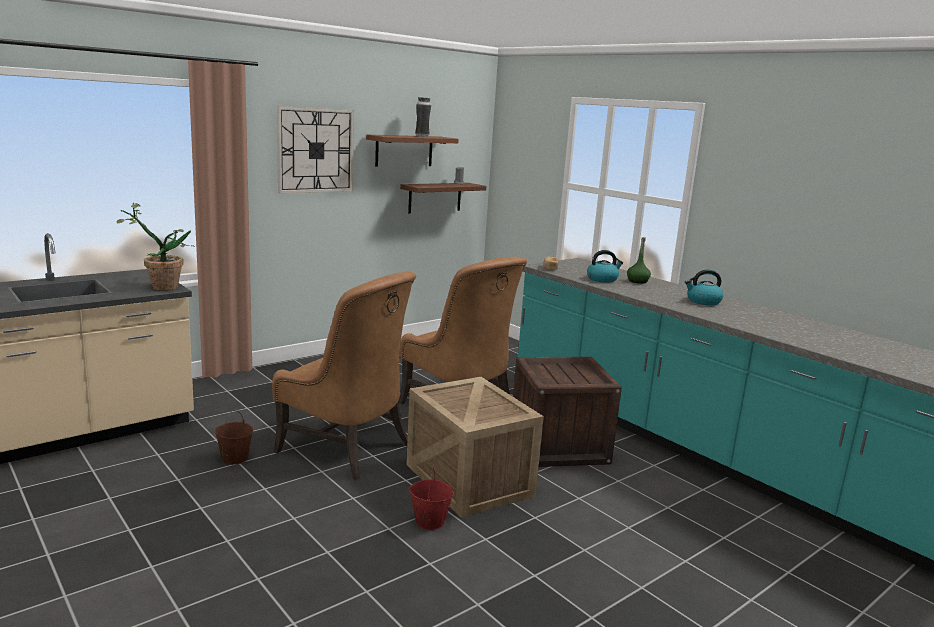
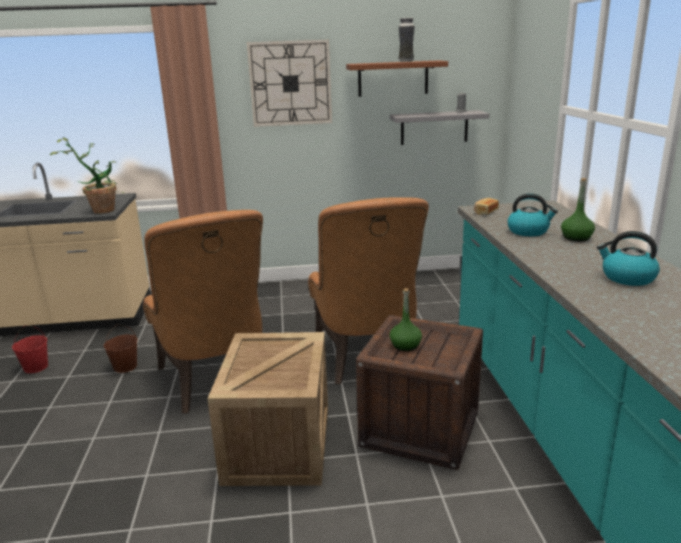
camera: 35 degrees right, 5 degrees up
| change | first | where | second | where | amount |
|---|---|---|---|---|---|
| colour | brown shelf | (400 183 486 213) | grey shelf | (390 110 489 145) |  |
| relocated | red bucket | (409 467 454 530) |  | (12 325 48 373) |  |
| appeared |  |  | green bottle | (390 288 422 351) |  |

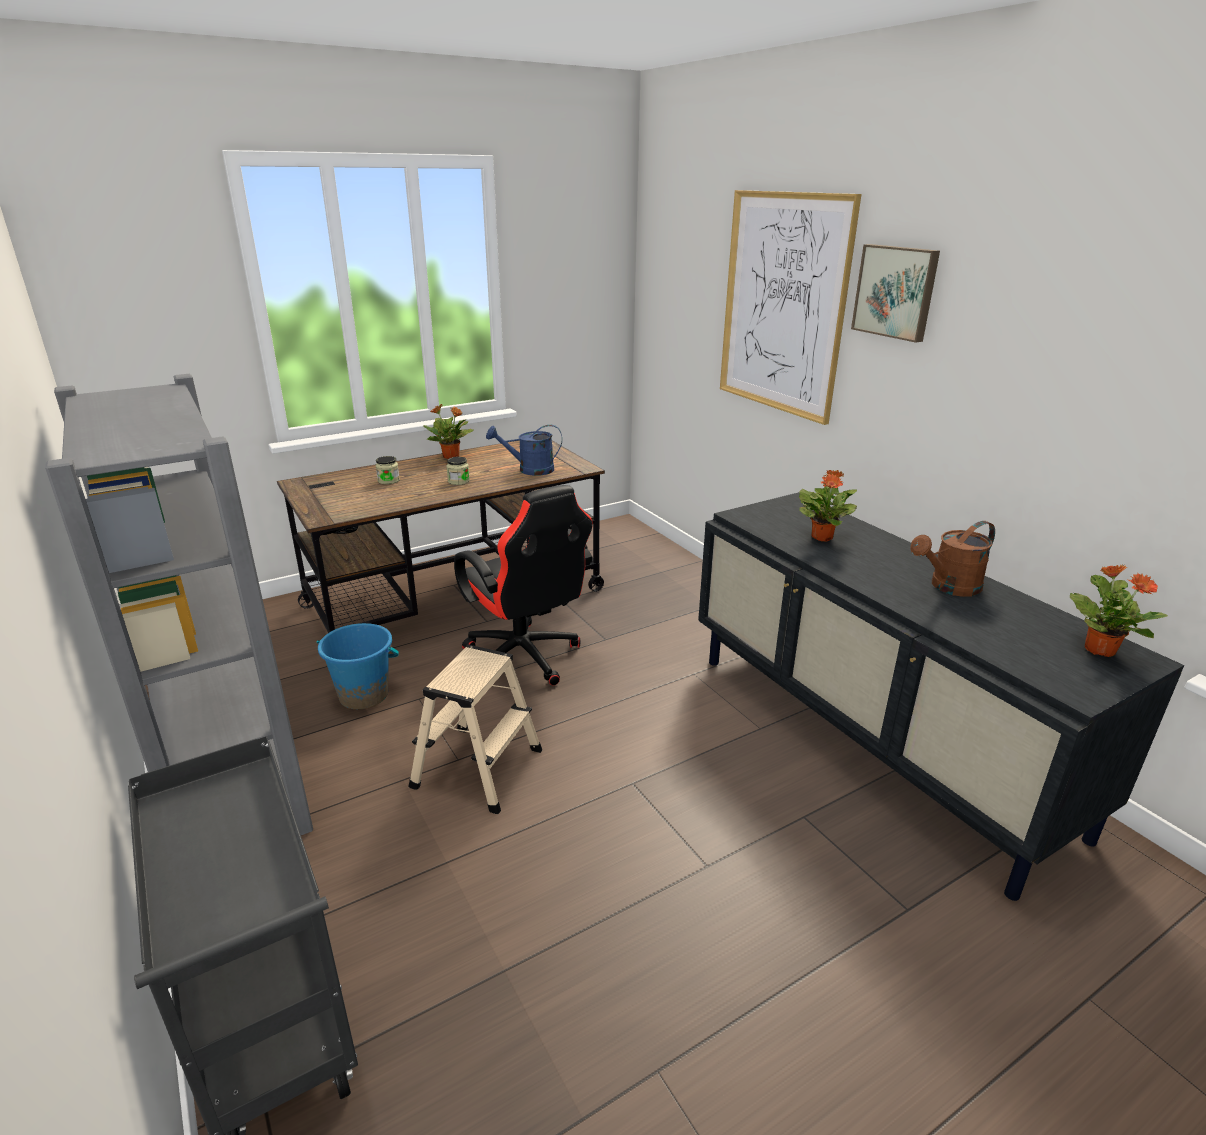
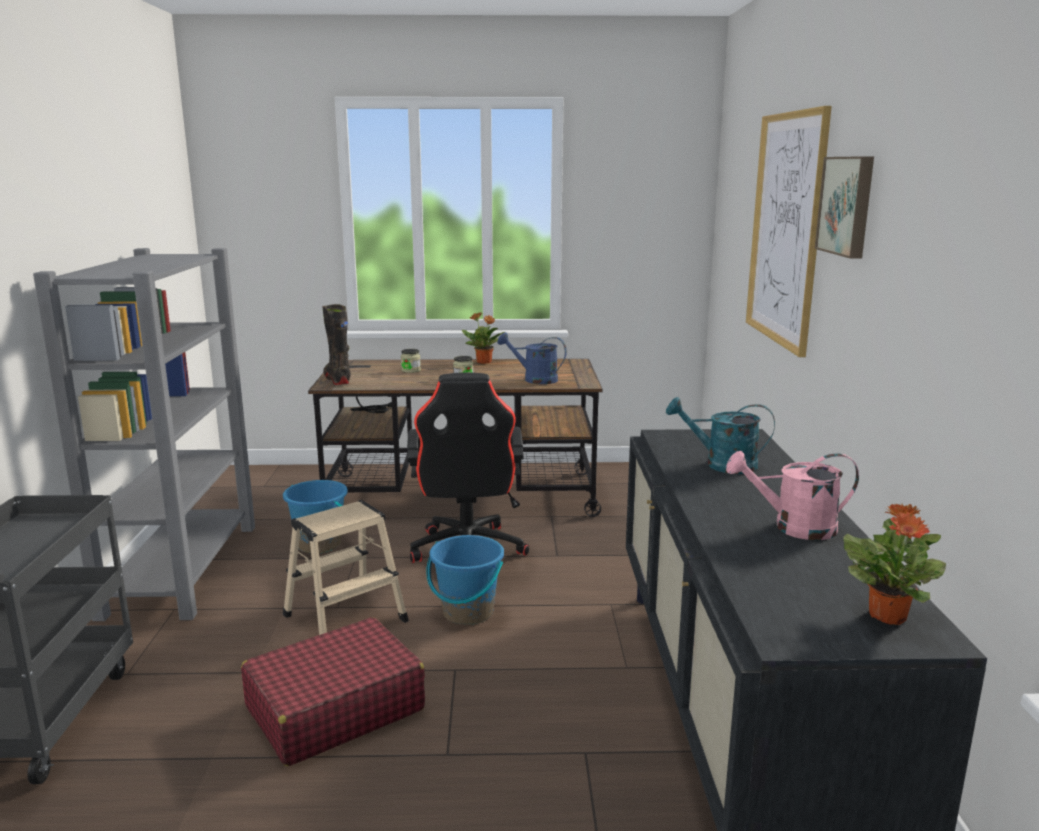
camera: 30 degrees right, 10 degrees down
| change | first | where | second | where | amount |
|---|---|---|---|---|---|
| exchanged | potted plant | (799 470 857 542) | turquoise watering can | (666 397 775 474) |  |
| colour | brown watering can | (910 521 995 597) | pink watering can | (726 451 859 540) |  |
| appeared |  |  | red suitcase | (241 617 425 766) |  |
| appeared |  |  | black boot | (322 304 351 385) |  |
| appeared |  |  | blue bucket | (426 535 504 625) |  |

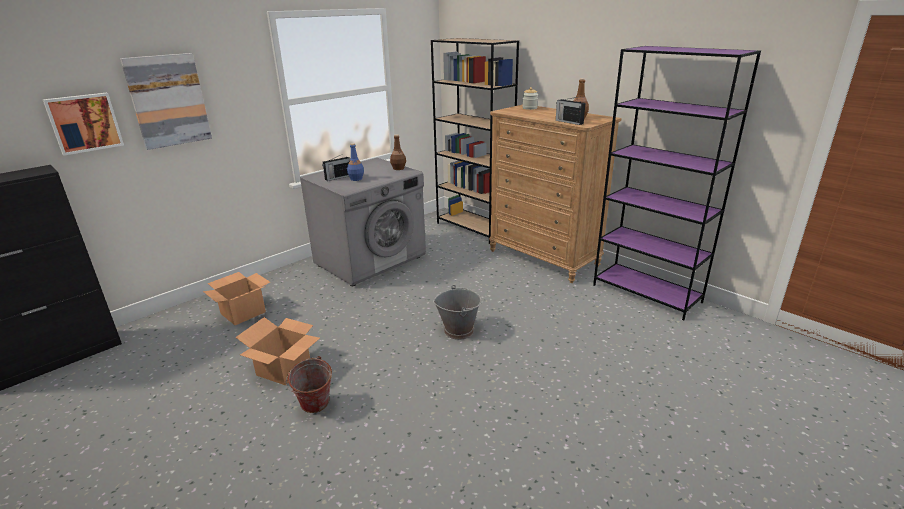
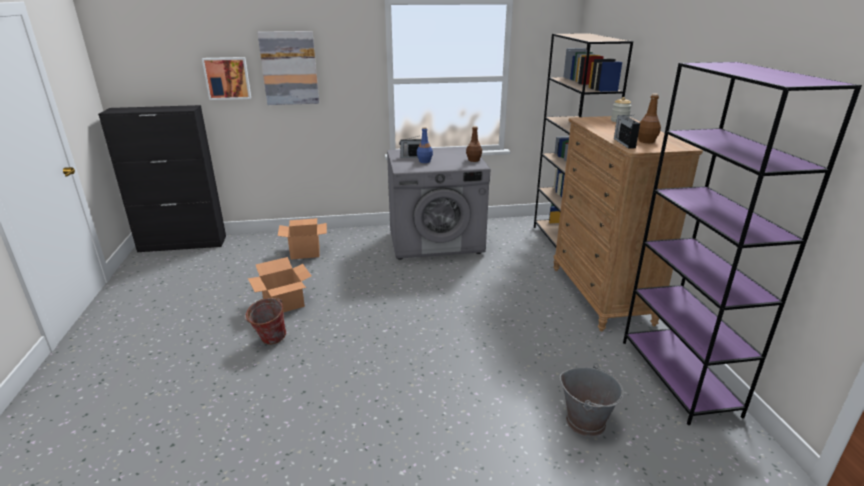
camera: 35 degrees right, 0 degrees up
| change | first | where | second | where | amount |
|---|---|---|---|---|---|
| relocated | grey bucket | (433 285 482 340) |  | (560 363 624 437) |  |

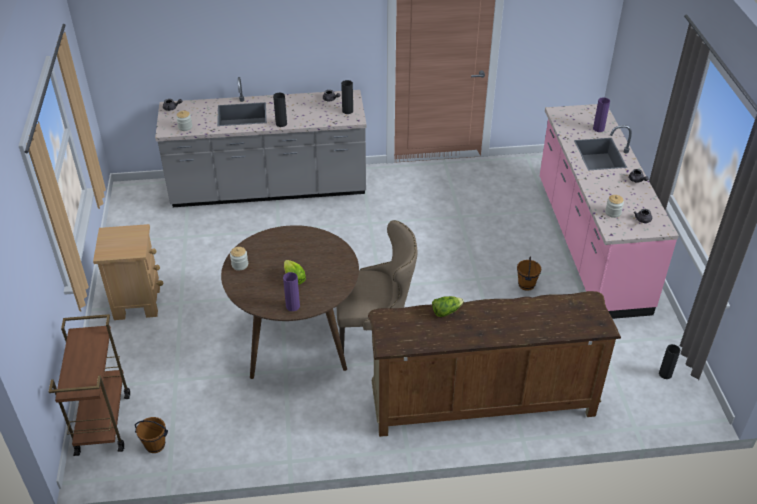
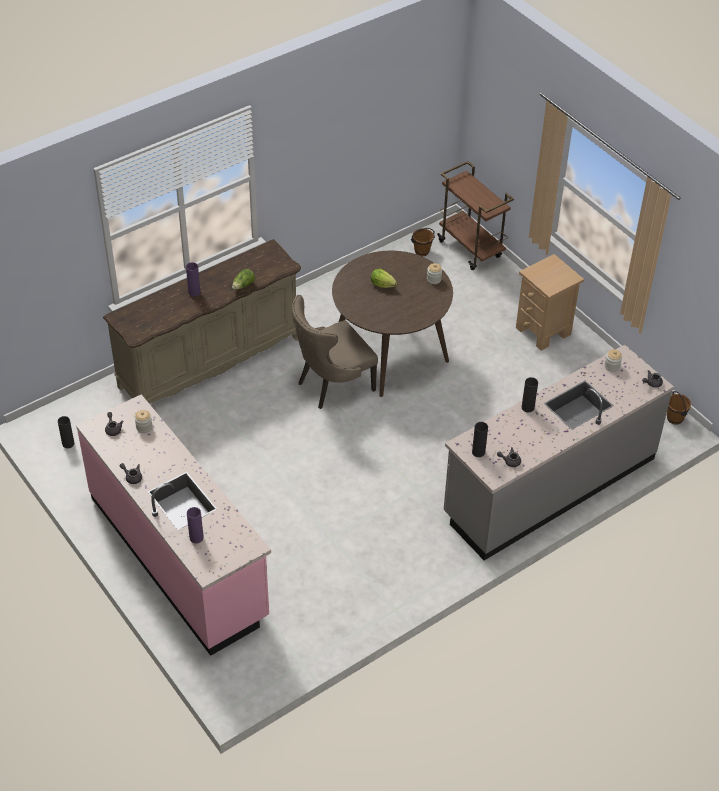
camera: 150 degrees right, 5 degrees up
| change | first | where | second | where | amount |
|---|---|---|---|---|---|
| relocated | purple vase | (283 272 300 311) |  | (186 262 200 296) |  |
| relocated | brown bucket | (517 256 541 291) |  | (667 391 691 425) |  |

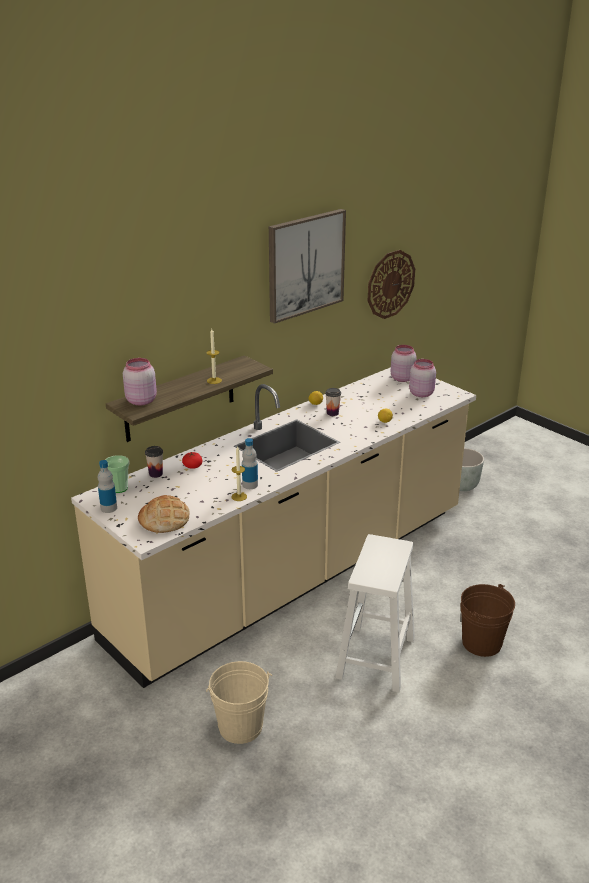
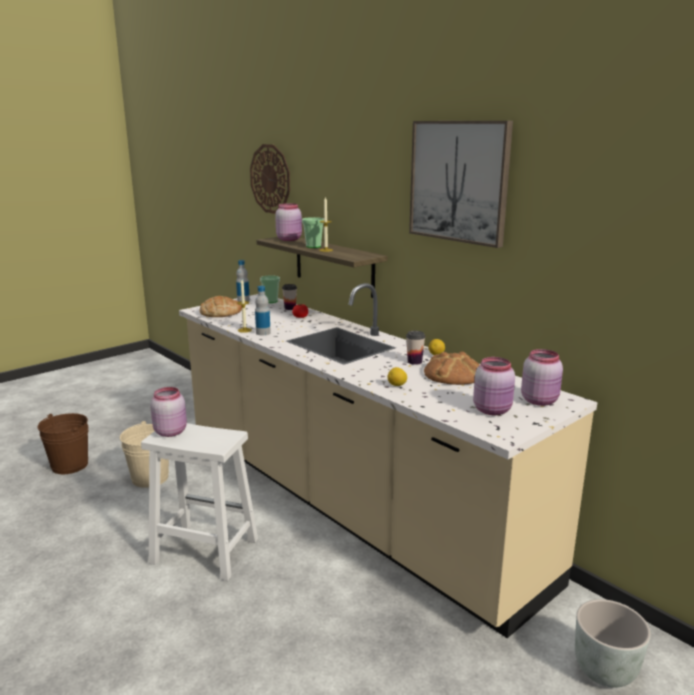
camera: 90 degrees right, 10 degrees down
| change | first | where | second | where | amount |
|---|---|---|---|---|---|
| relocated | wall clock | (368 250 415 319) |  | (250 144 290 214) |  |
| relocated | brown bucket | (461 584 515 657) |  | (37 413 88 474) |  |
| appeared |  |  | pink jar | (150 387 187 437) |  |
| appeared |  |  | cup | (302 217 324 248) |  |
| appeared |  |  | bread | (424 351 479 385) |  |

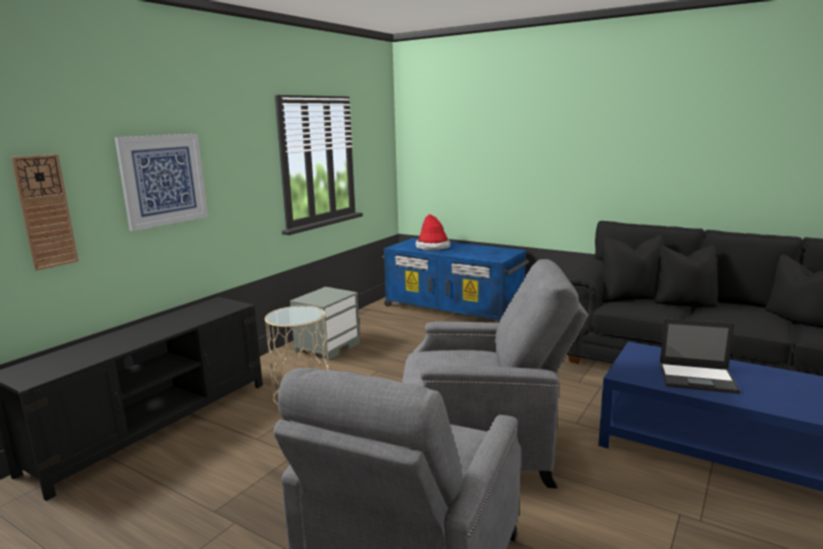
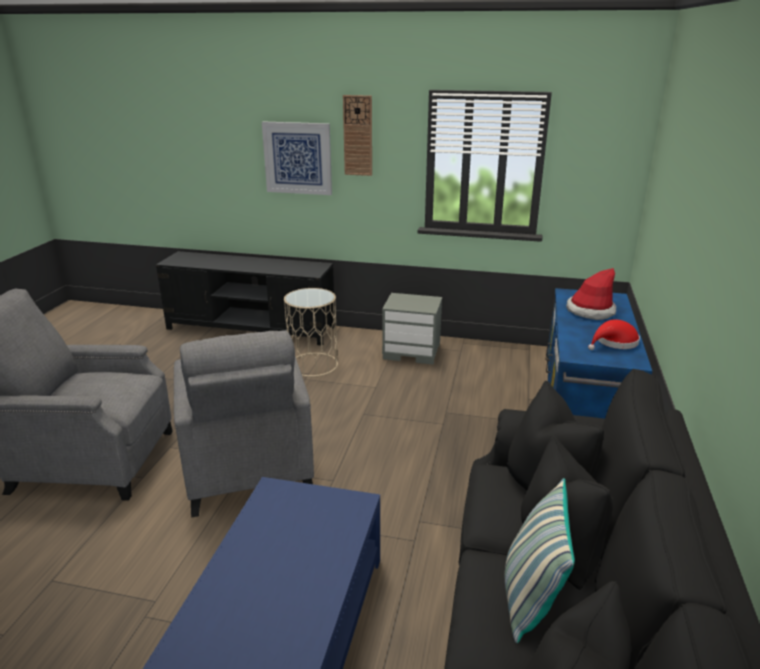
camera: 70 degrees right, 10 degrees up
| change | first | where | second | where | amount |
|---|---|---|---|---|---|
| relocated | wall clock | (11 154 78 271) |  | (343 95 372 176) |  |
| missing | laptop | (659 319 740 394) |  |  |  |
| appeared |  |  | pillow | (505 478 575 643) |  |
| appeared |  |  | red hat | (588 319 640 350) |  |

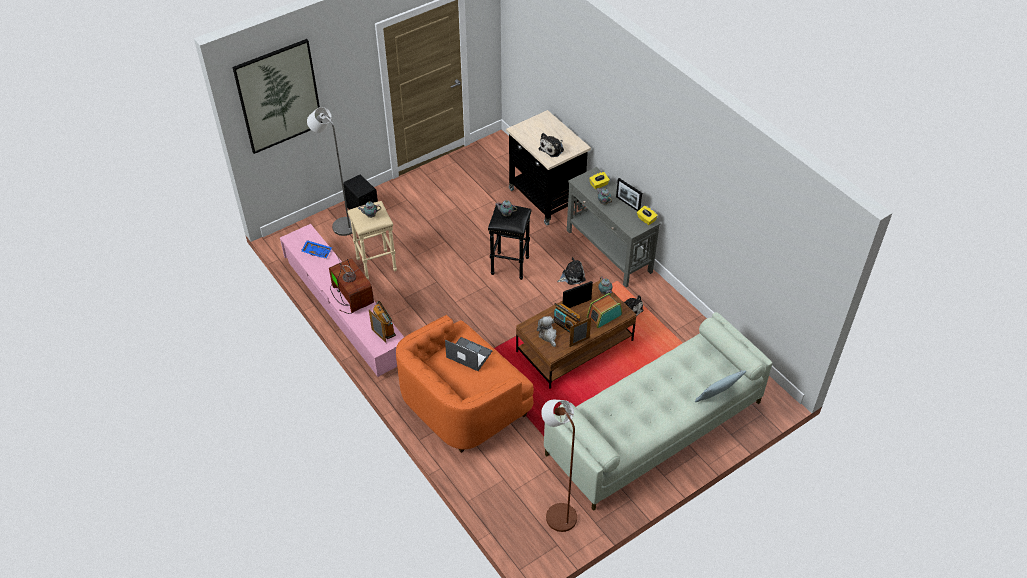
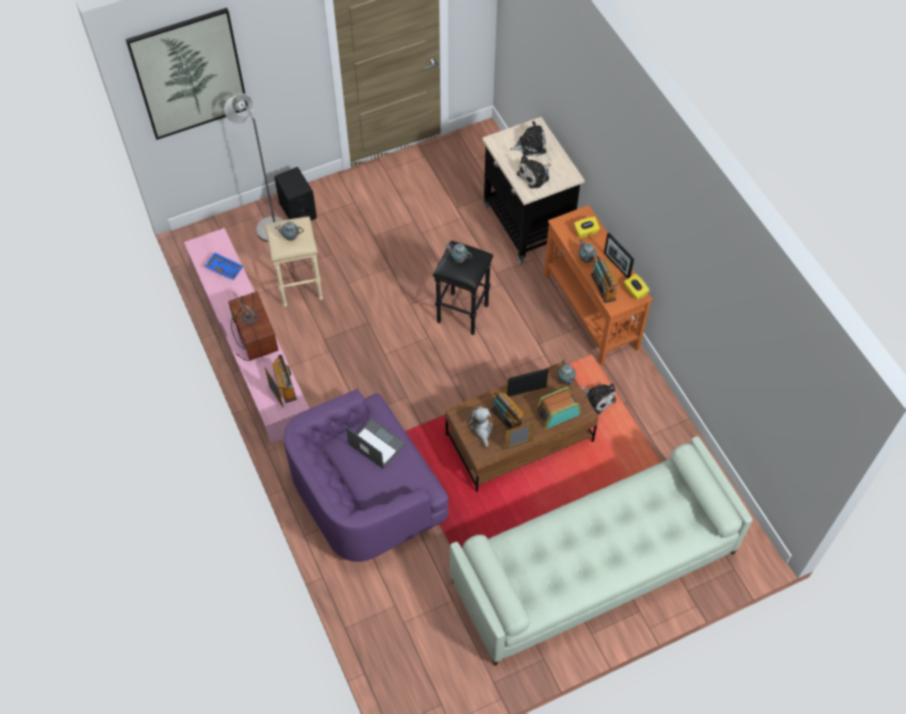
camera: 10 degrees right, 10 degrees up
| change | first | where | second | where | amount |
|---|---|---|---|---|---|
| colour | orange armchair | (396 315 534 453) | purple armchair | (284 389 448 562) |  |
| missing | brown floor lamp | (541 400 577 532) |  |  |  |
| relocated | plush toy | (557 257 586 285) |  | (510 121 546 156) |  |
| colour | grey console table | (567 167 661 287) | orange console table | (544 205 653 365) |  |
| missing | blue pillow | (695 370 746 402) |  |  |  |
| appeared |  |  | radio | (591 256 618 303) |  |

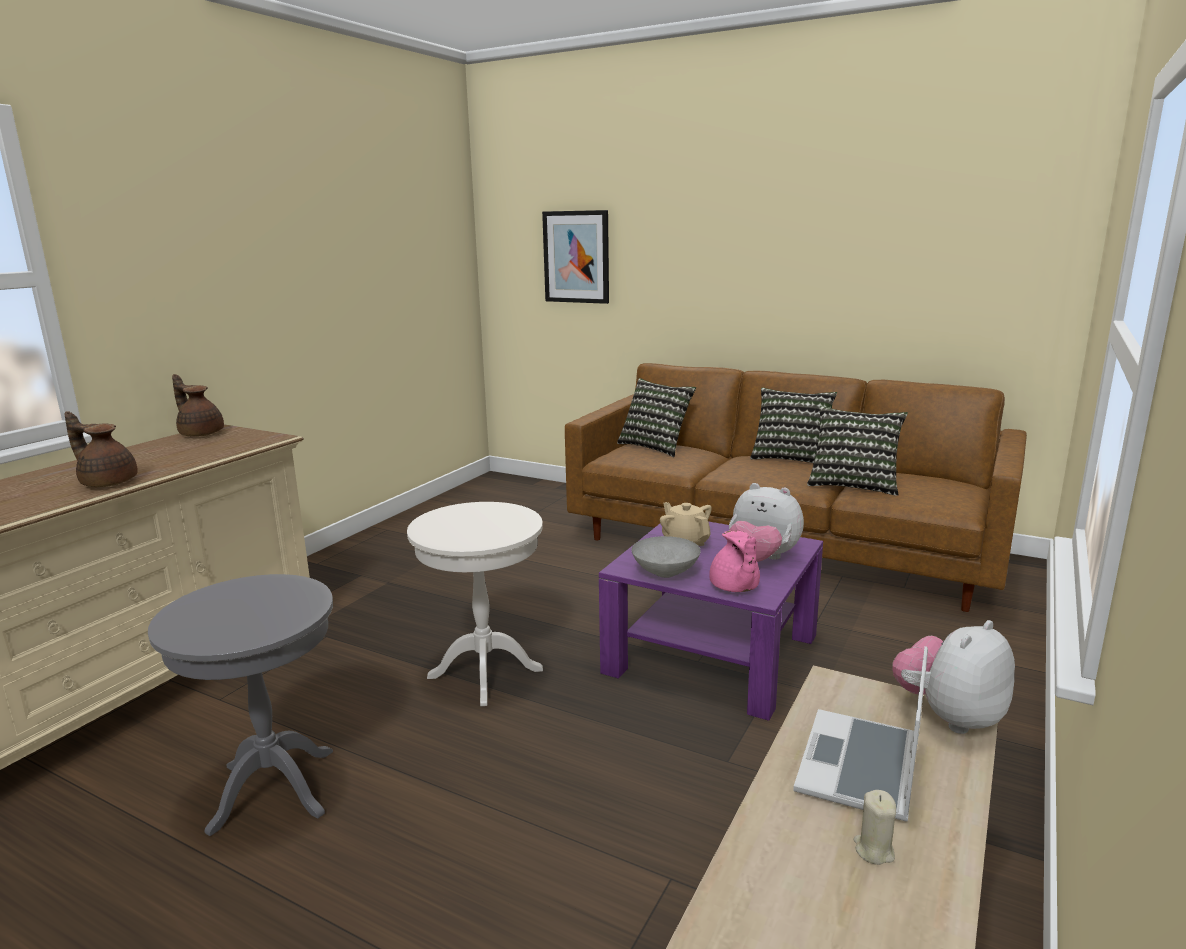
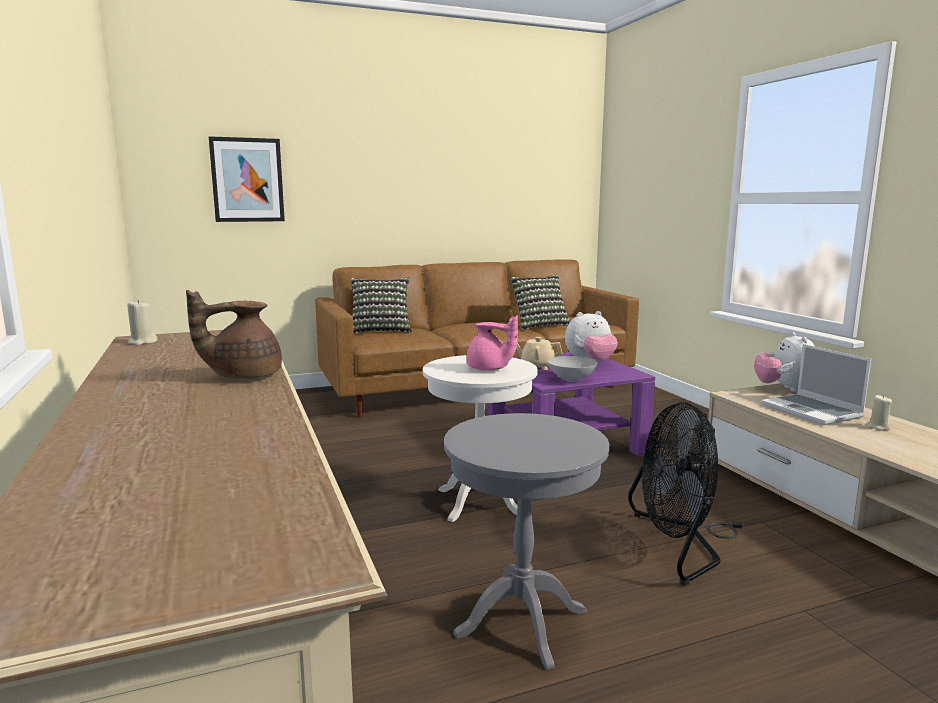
camera: 50 degrees left, 5 degrees down
| change | first | where | second | where | amount |
|---|---|---|---|---|---|
| exchanged | brown teapot | (172 374 224 437) | beige candle | (127 300 158 345) |  |
| relocated | pink teapot | (709 531 760 592) |  | (466 315 518 371) |  |
| missing | pillow | (750 387 837 463) |  |  |  |
| appeared |  |  | black fan | (628 402 743 586) |  |

